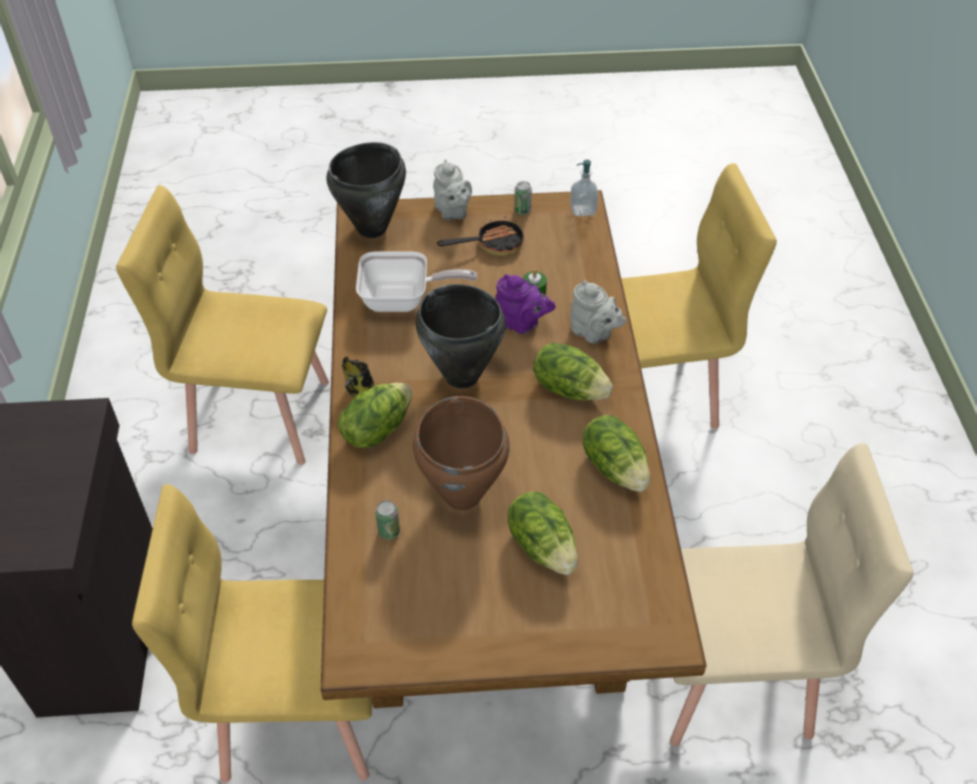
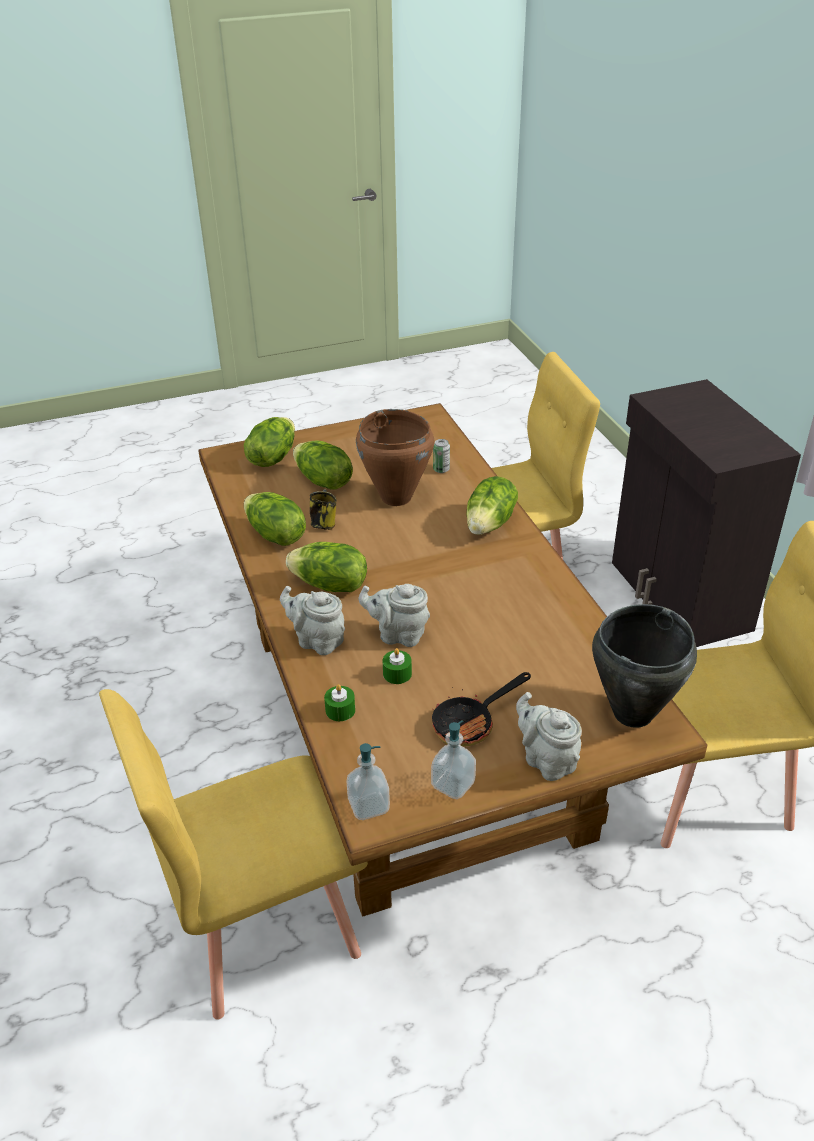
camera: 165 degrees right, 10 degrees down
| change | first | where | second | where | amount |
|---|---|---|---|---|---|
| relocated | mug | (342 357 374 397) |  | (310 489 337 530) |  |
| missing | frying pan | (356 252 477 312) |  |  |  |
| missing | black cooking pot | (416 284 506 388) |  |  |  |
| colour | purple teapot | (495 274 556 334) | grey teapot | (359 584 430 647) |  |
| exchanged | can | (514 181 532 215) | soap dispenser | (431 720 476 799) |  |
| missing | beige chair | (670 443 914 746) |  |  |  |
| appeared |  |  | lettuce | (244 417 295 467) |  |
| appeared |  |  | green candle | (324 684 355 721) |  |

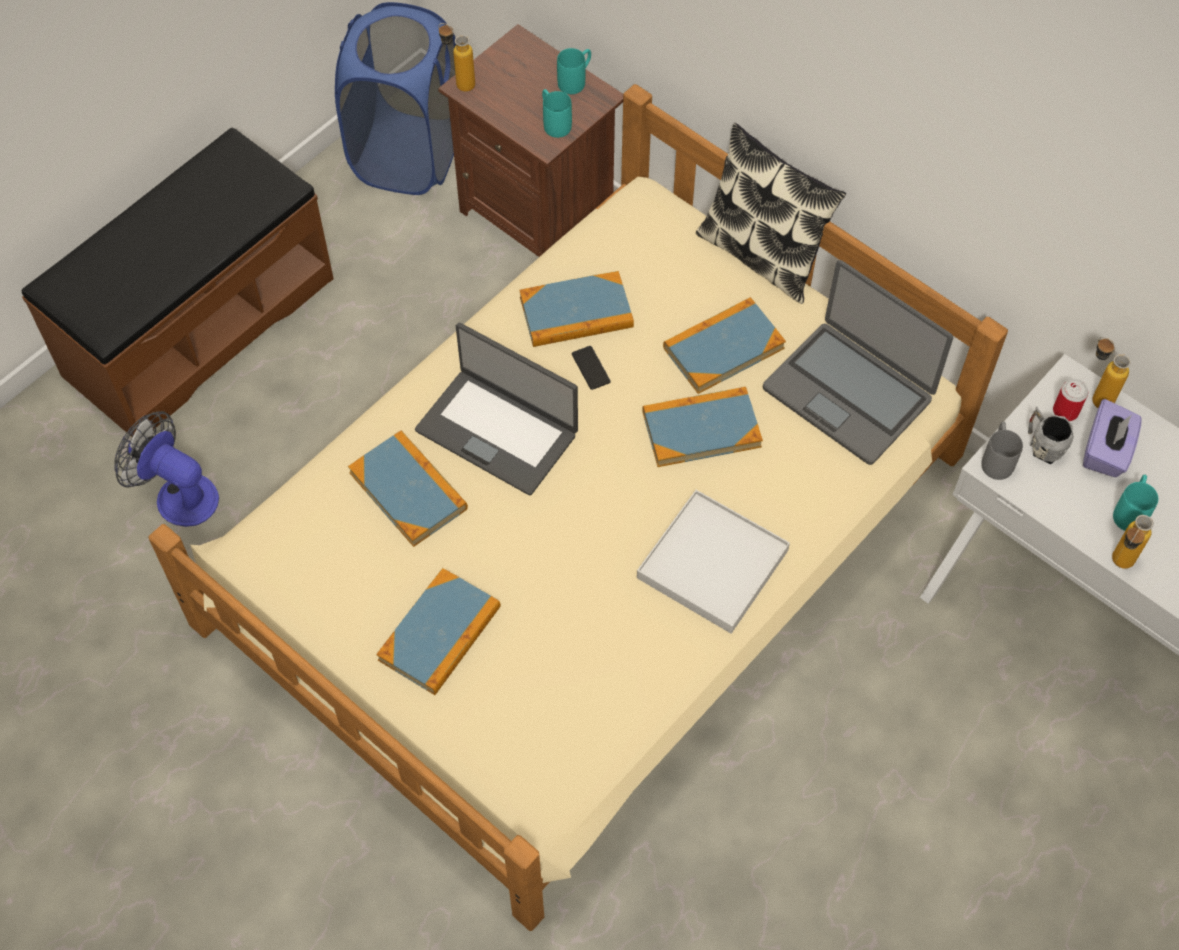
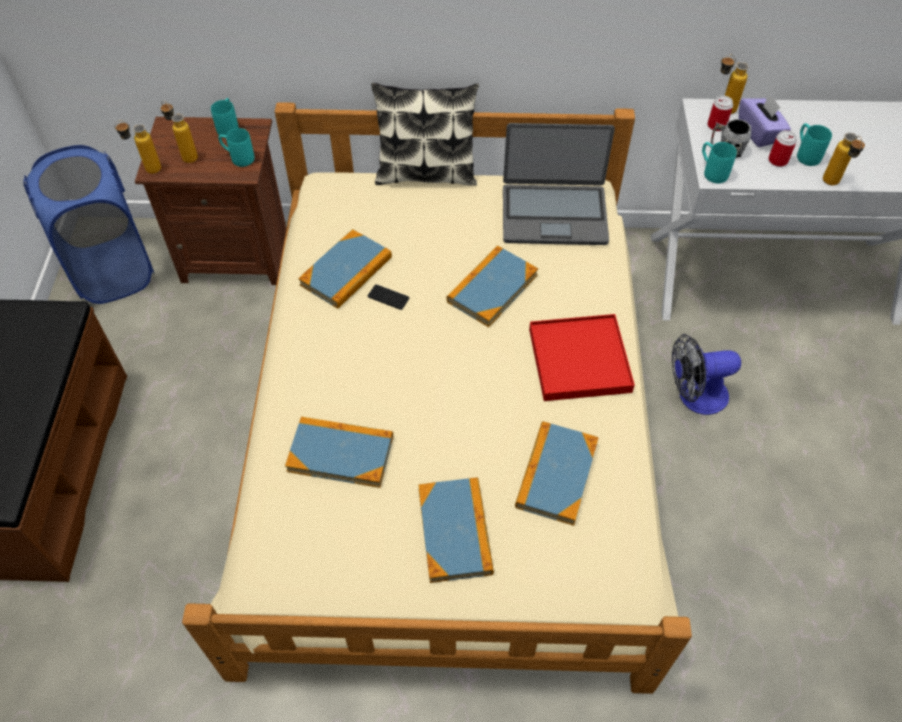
camera: 40 degrees left, 5 degrees down
| change | first | where | second | where | amount |
|---|---|---|---|---|---|
| relocated | fan | (114 411 219 527) |  | (672 334 741 415) |  |
| missing | laptop | (415 323 578 496) |  |  |  |
| colour | white tray | (637 490 790 634) | red tray | (529 314 635 401) |  |
| relocated | book | (663 297 786 394) |  | (515 421 599 526) |  |
| colour | grey mug | (981 421 1023 480) | turquoise mug | (702 142 737 183) |  |
| appeared |  |  | bottle | (161 101 198 163) |  |
| appeared |  |  | can | (768 130 797 167) |  |

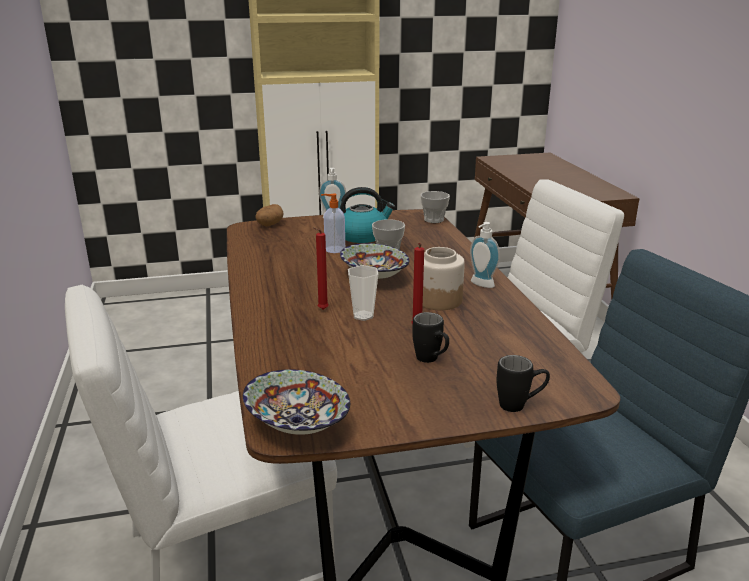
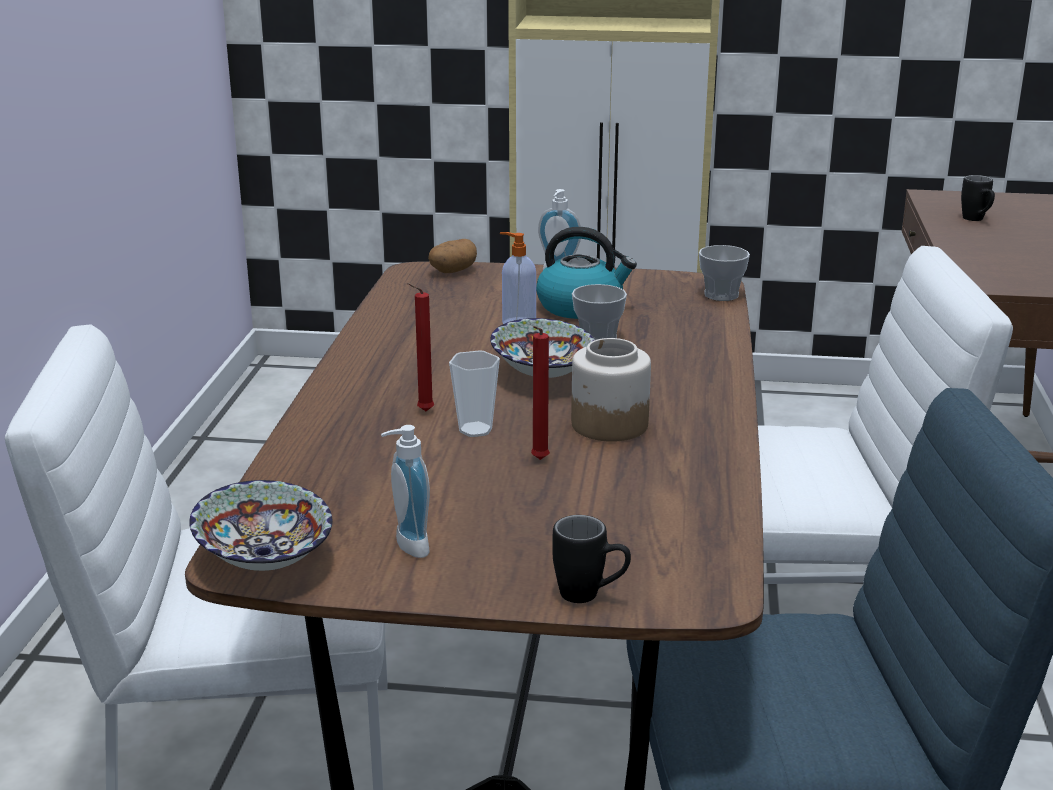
camera: 20 degrees right, 0 degrees up
| change | first | where | second | where | amount |
|---|---|---|---|---|---|
| relocated | black mug | (412 312 449 363) |  | (961 175 995 221) |  |
| relocated | soap dispenser | (470 222 500 288) |  | (381 425 430 558) |  |

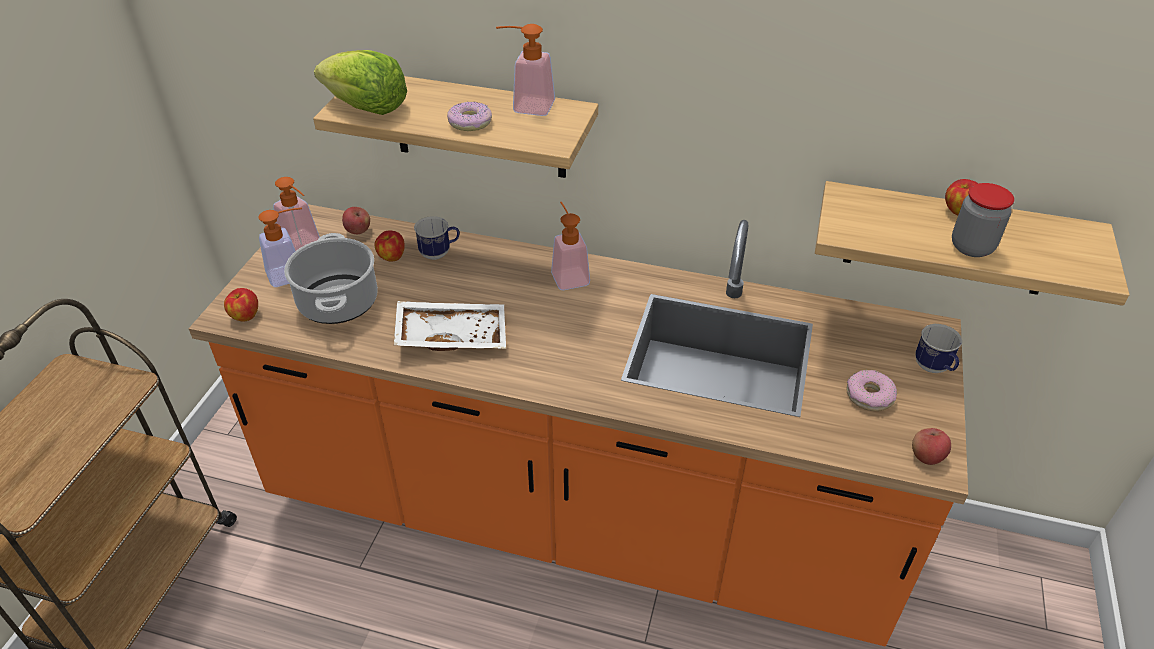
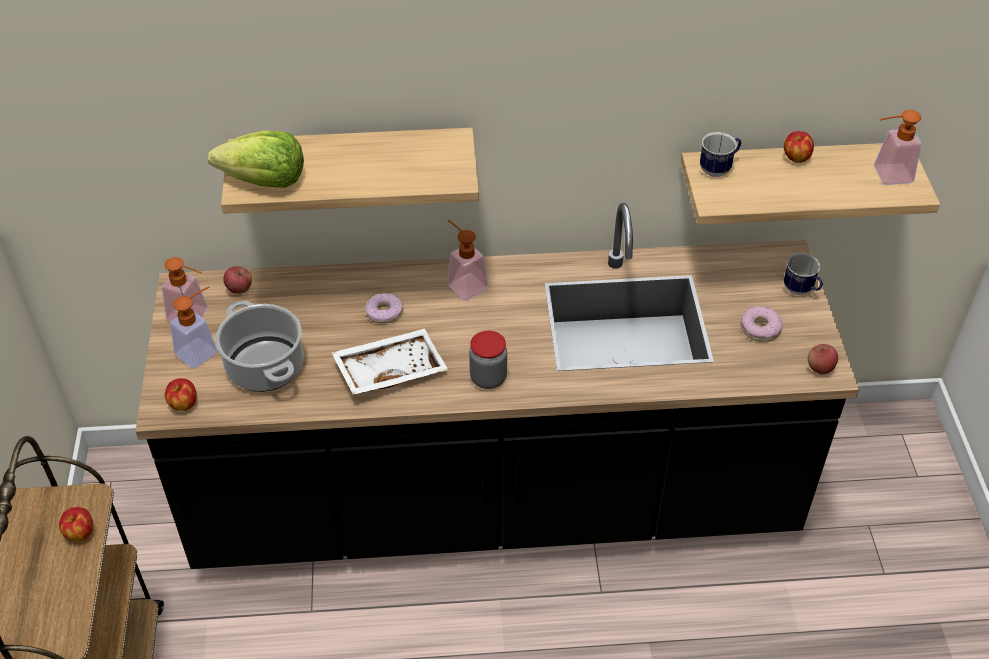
camera: 20 degrees left, 5 degrees up
| change | first | where | second | where | amount |
|---|---|---|---|---|---|
| colour | orange counter | (188 204 968 646) | black counter | (136 203 859 569) |  |
| relocated | apple | (375 230 405 262) |  | (59 507 93 541) |  |
| relocated | mug | (414 216 459 260) |  | (700 132 742 177) |  |
| relocated | donut | (447 102 492 131) |  | (365 293 404 324) |  |
| relocated | soap dispenser | (496 24 555 116) |  | (874 110 922 185) |  |
| relocated | jar | (952 183 1015 257) |  | (469 331 507 389) |  |

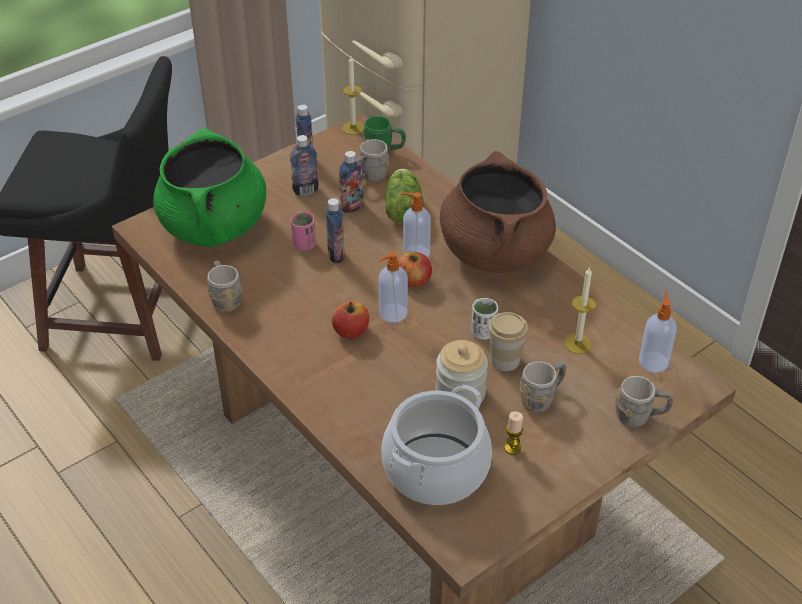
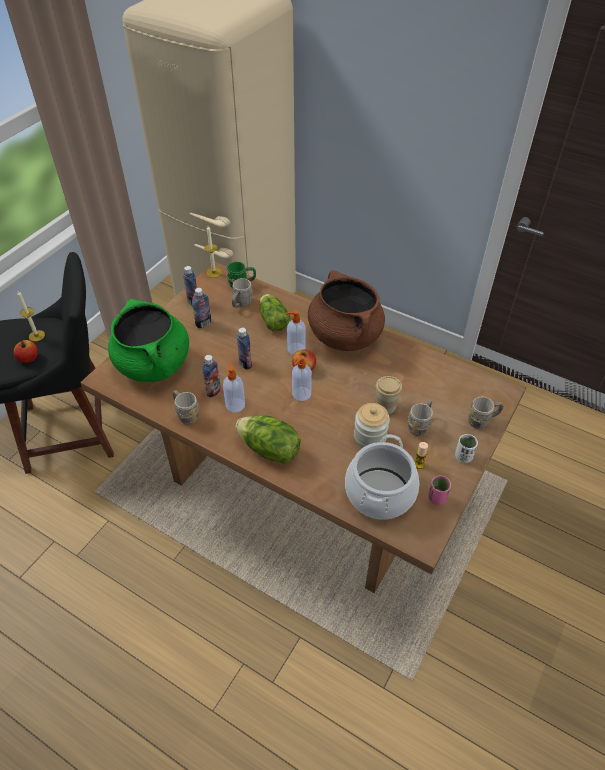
camera: 20 degrees left, 5 degrees up
| change | first | where | second | where | amount |
|---|---|---|---|---|---|
| relocated | pink cup | (291 212 316 251) |  | (428 476 451 505) |  |
| relocated | apple | (332 301 369 339) |  | (14 340 38 363) |  |
| relocated | bottle | (339 151 363 213) |  | (202 355 221 397) |  |
| relocated | white cup | (471 298 498 339) |  | (455 434 478 463) |  |
| relocated | candle | (564 267 596 354) |  | (18 291 45 342) |  |
| relocated | soap dispenser | (639 290 677 372) |  | (223 360 245 413) |  |
| appeared |  |  | lettuce | (235 415 300 463) |  |

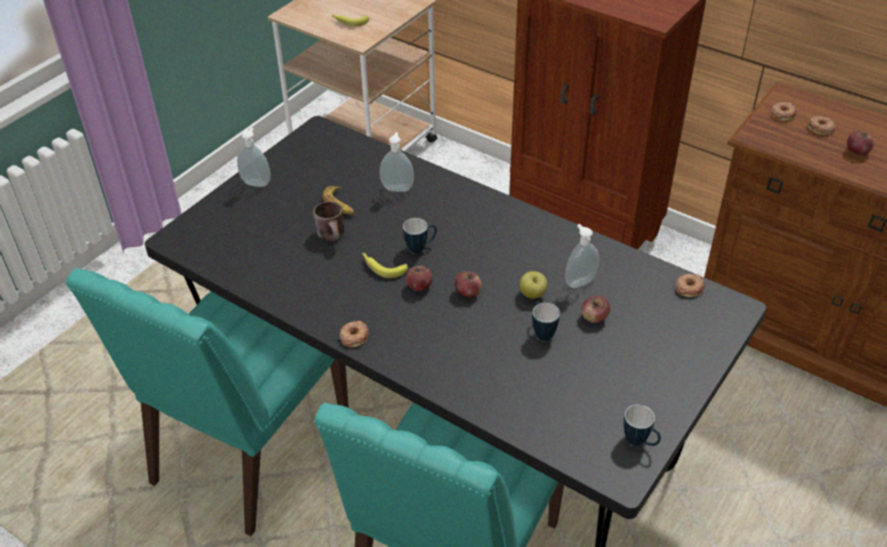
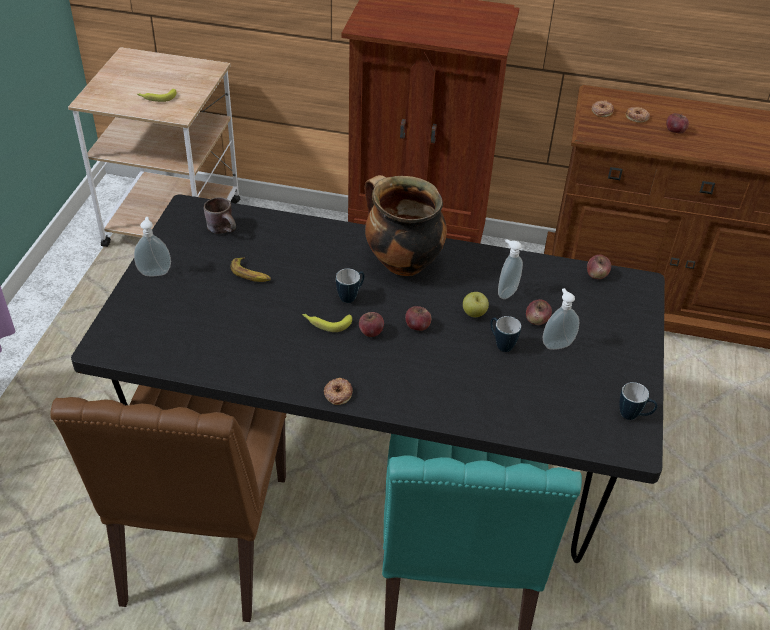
camera: 25 degrees left, 0 degrees up
| change | first | where | second | where | amount |
|---|---|---|---|---|---|
| colour | turquoise chair | (66 268 349 536) | brown chair | (50 385 287 622) |  |
| relocated | brown mug | (313 201 344 242) |  | (204 197 236 234) |  |
| relocated | soap dispenser | (380 132 414 192) |  | (543 288 579 350) |  |
| exchanged | donut | (676 274 705 297) | apple | (587 255 611 279) |  |
| appeared |  |  | cooking pot | (364 175 447 276) |  |

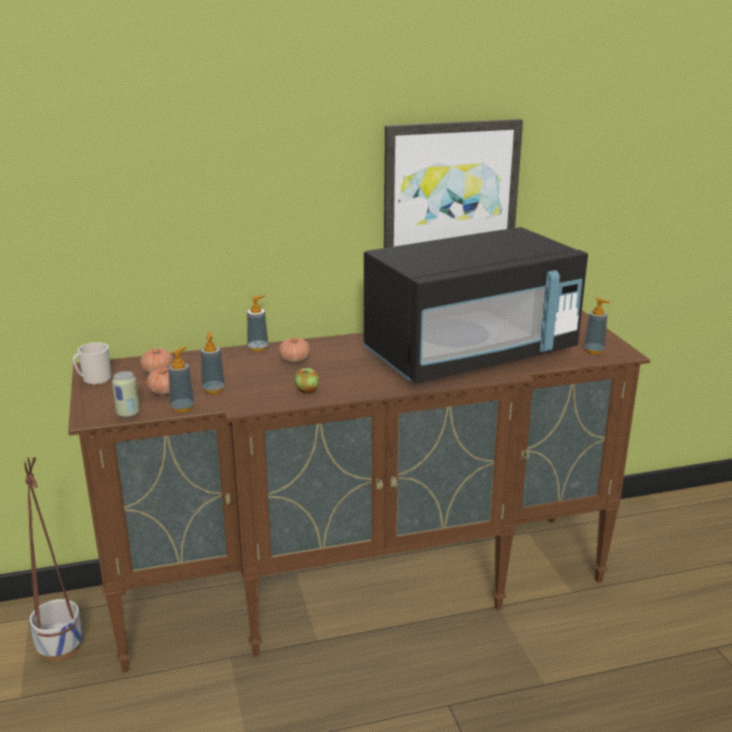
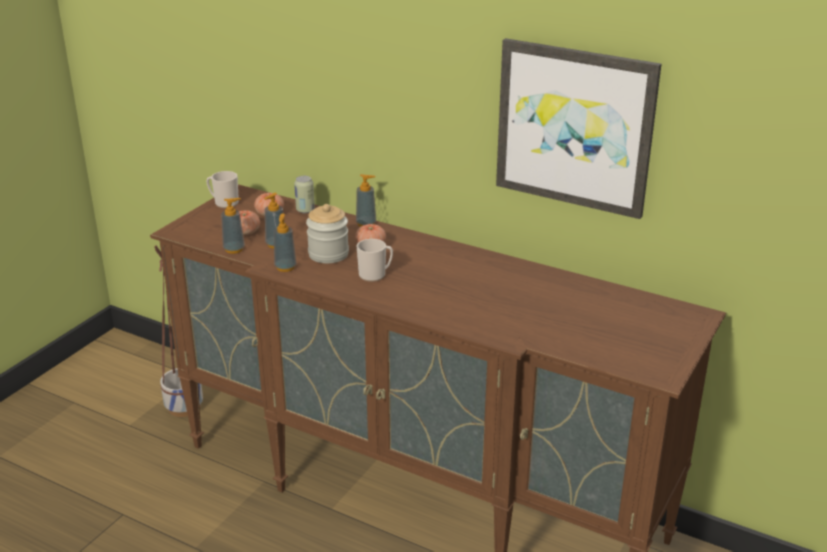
camera: 45 degrees right, 5 degrees up
| change | first | where | second | where | amount |
|---|---|---|---|---|---|
| relocated | can | (112 371 140 418) |  | (294 176 315 213) |  |
| missing | apple | (295 367 319 393) |  |  |  |
| missing | black microwave | (364 227 588 383) |  |  |  |
| relocated | soap dispenser | (584 298 610 354) |  | (274 213 296 272) |  |
| appeared |  |  | jar | (306 204 349 263) |  |
| appeared |  |  | mug | (357 239 393 282) |  |

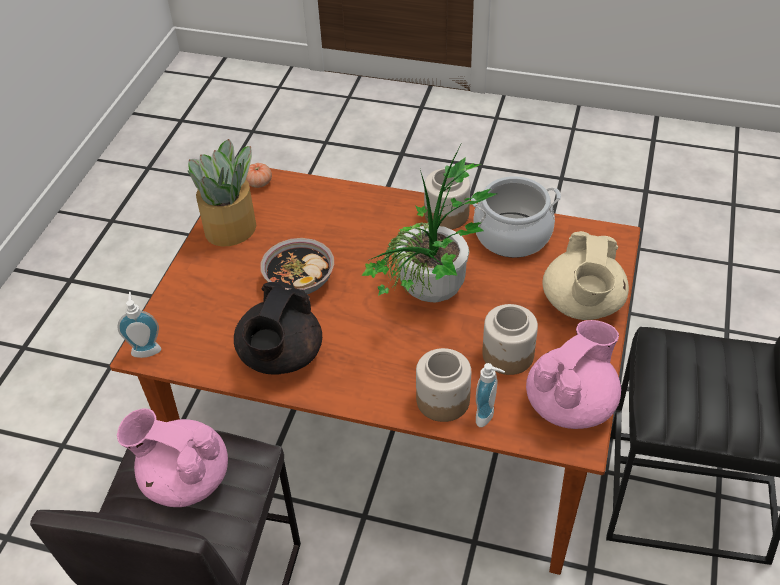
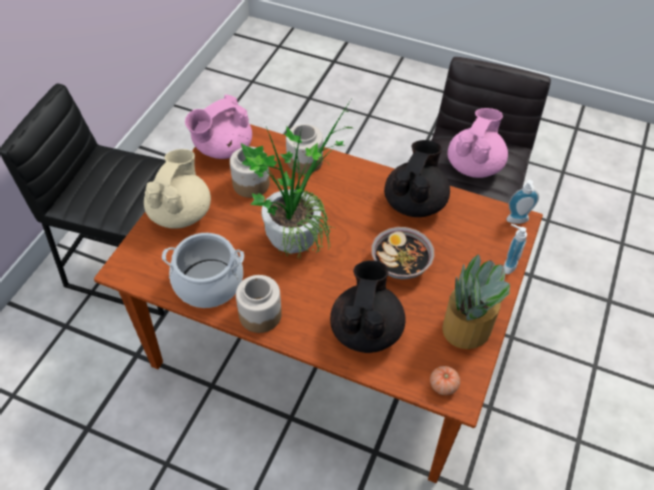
camera: 175 degrees left, 5 degrees up
| change | first | where | second | where | amount |
|---|---|---|---|---|---|
| spun | pink teapot | (117 408 228 507) |  | (447 108 508 178) | 90 degrees counterclockwise |
| relocated | soap dispenser | (476 363 505 427) |  | (504 224 527 274) |  |
| appeared |  |  | black teapot | (330 260 405 353) |  |

